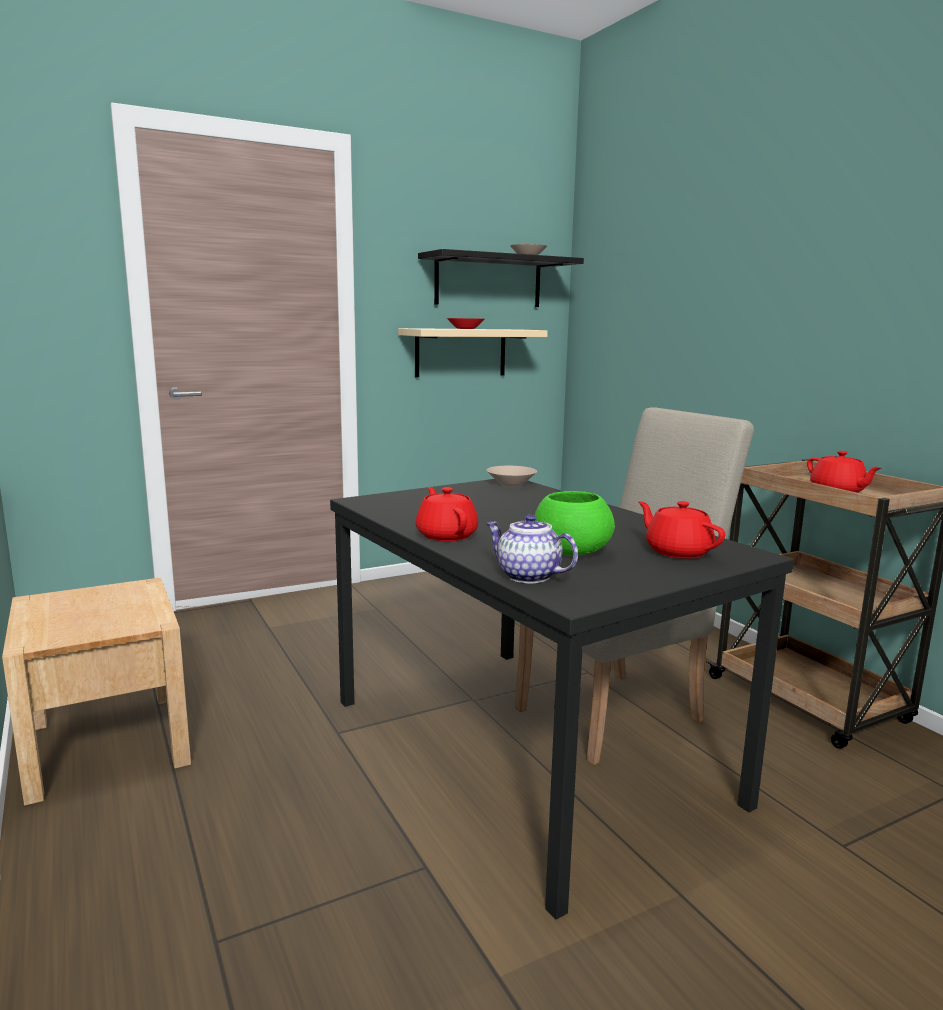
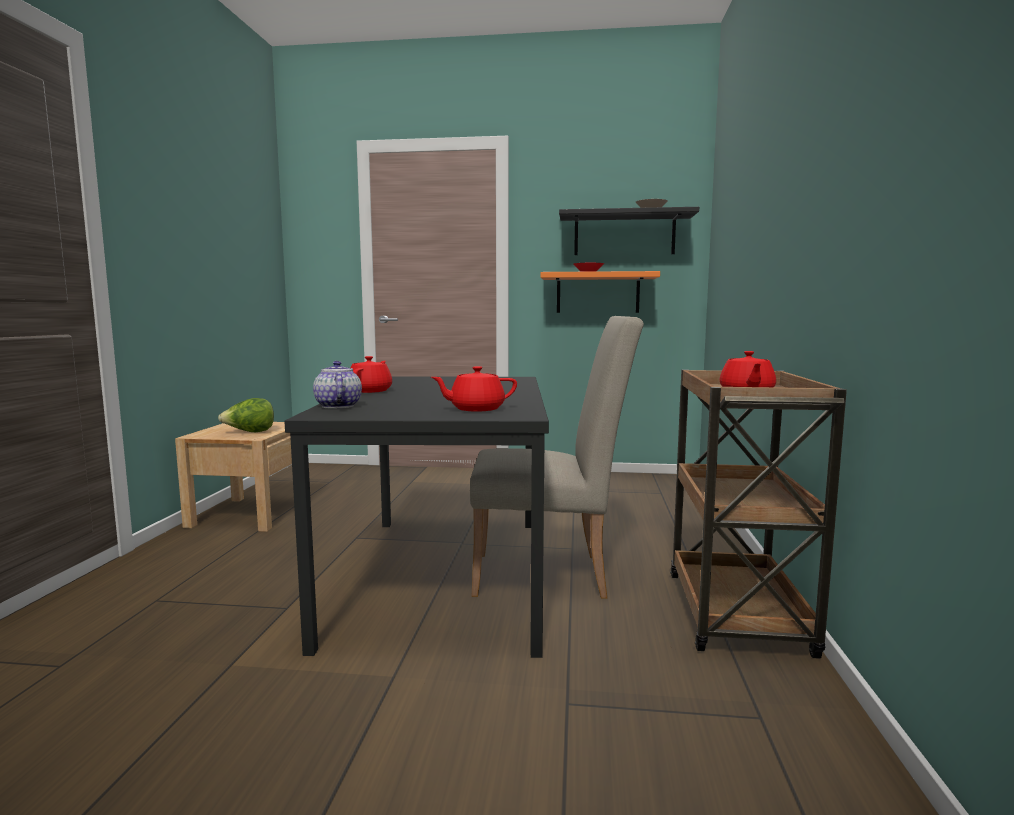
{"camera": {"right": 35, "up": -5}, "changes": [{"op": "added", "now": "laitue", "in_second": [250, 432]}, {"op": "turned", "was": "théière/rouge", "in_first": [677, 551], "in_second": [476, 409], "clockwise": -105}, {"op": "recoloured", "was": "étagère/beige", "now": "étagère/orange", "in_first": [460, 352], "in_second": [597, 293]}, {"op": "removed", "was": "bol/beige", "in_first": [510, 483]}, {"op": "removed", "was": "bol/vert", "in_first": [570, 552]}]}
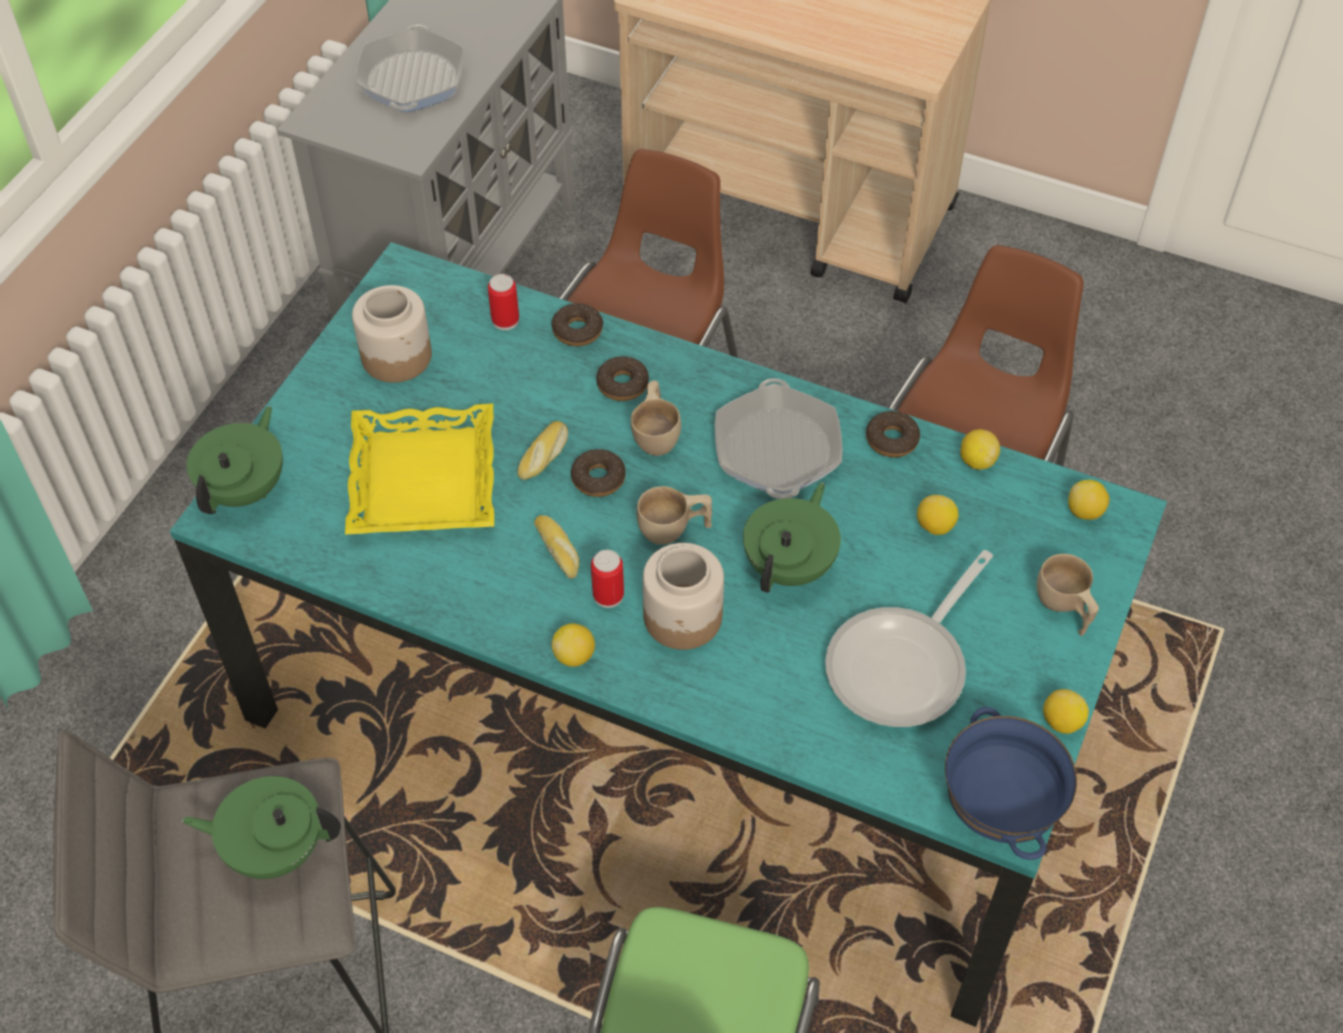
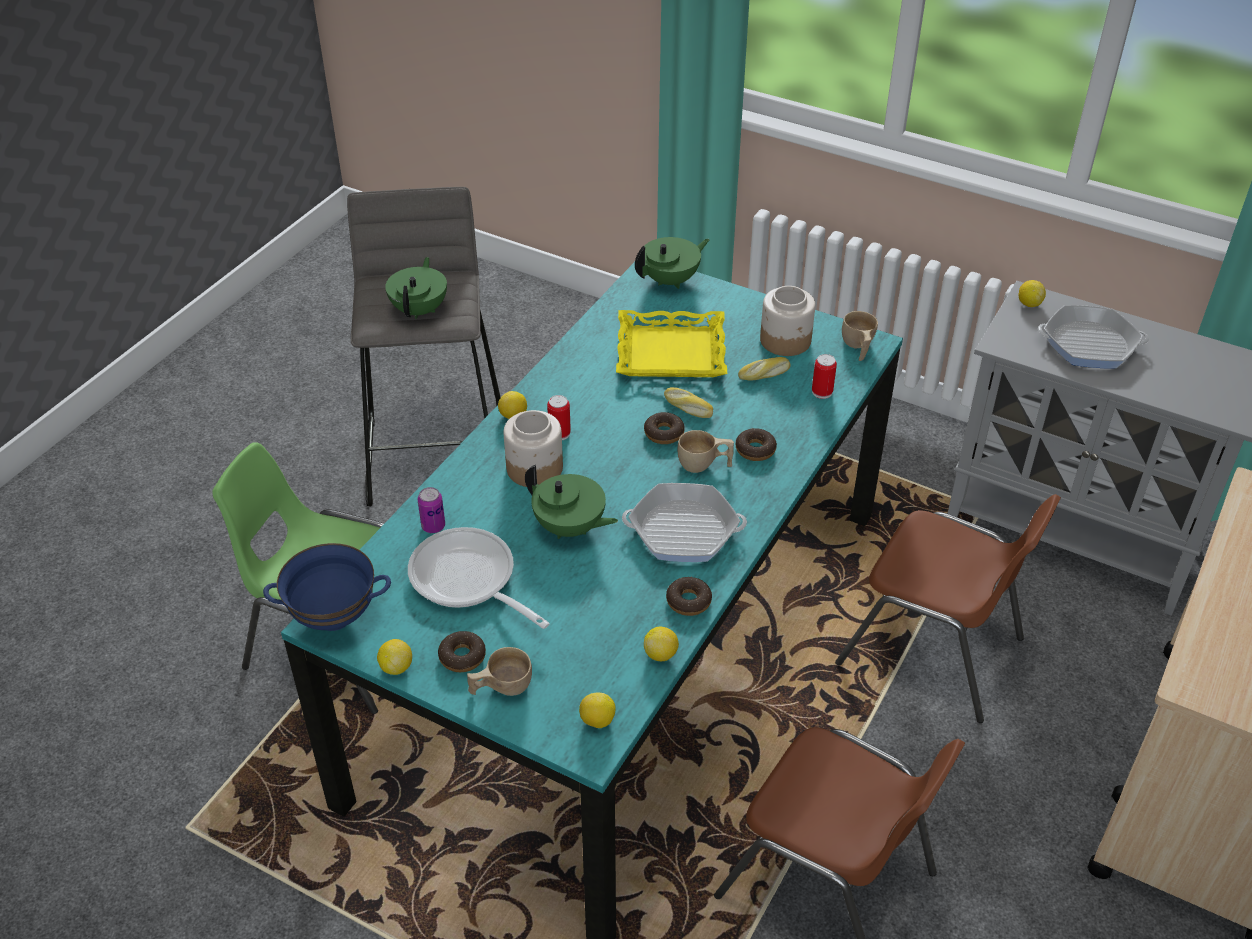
{"camera": {"right": 95, "up": -10}, "changes": [{"op": "added", "now": "boîte métallique", "in_second": [433, 526]}, {"op": "moved", "was": "beignet", "in_first": [577, 330], "in_second": [462, 656]}, {"op": "turned", "was": "théière/vert", "in_first": [246, 488], "in_second": [671, 280], "clockwise": -60}, {"op": "moved", "was": "pain", "in_first": [559, 550], "in_second": [764, 374]}, {"op": "moved", "was": "tasse/beige", "in_first": [674, 530], "in_second": [857, 347]}, {"op": "moved", "was": "citron", "in_first": [934, 526], "in_second": [1029, 303]}]}
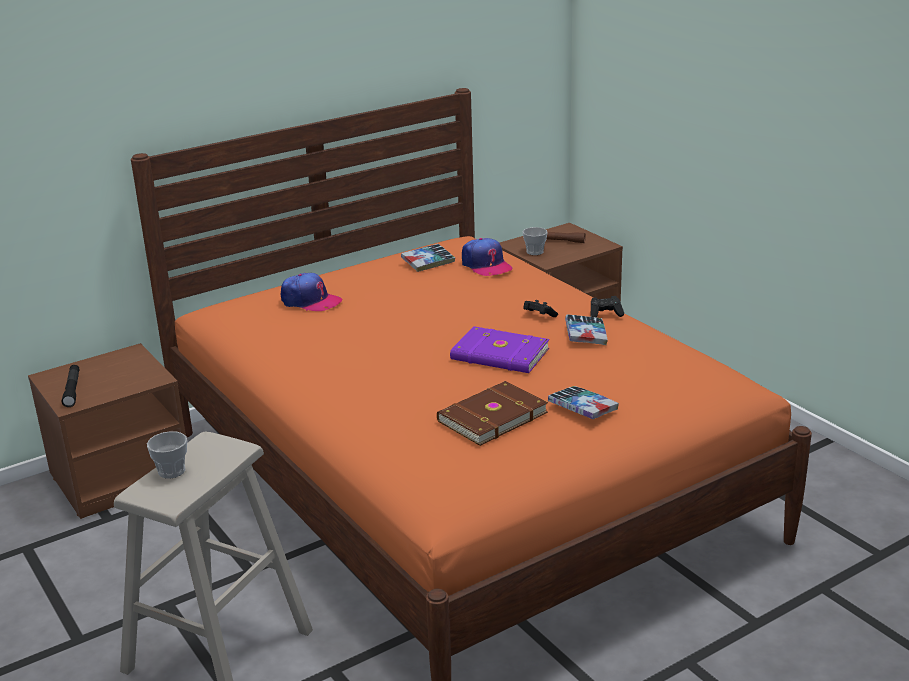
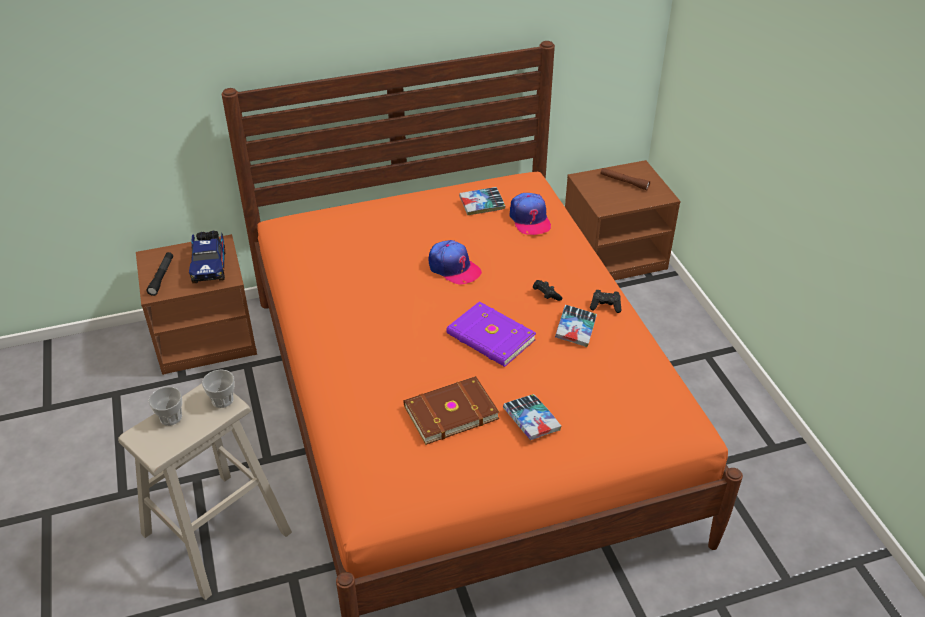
{"camera": {"right": 15, "up": 15}, "changes": [{"op": "added", "now": "camion jouet", "in_second": [209, 265]}, {"op": "moved", "was": "tasse", "in_first": [535, 252], "in_second": [222, 400]}, {"op": "moved", "was": "casquette", "in_first": [310, 301], "in_second": [453, 268]}]}
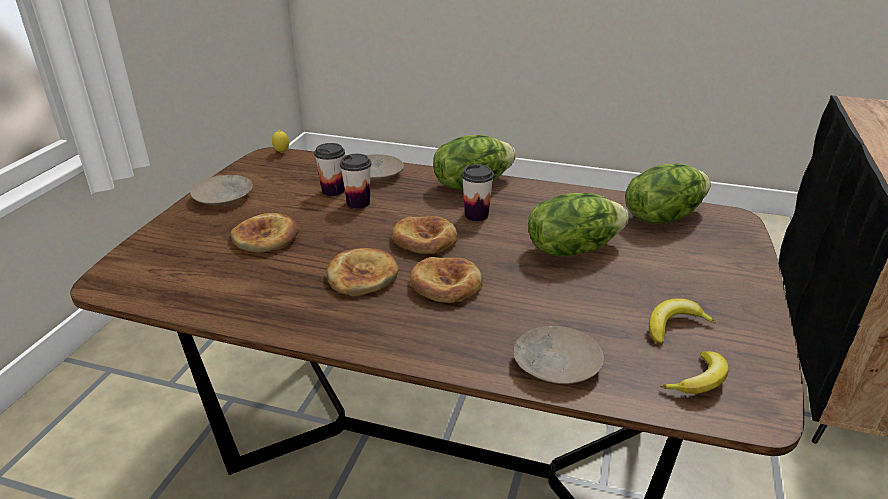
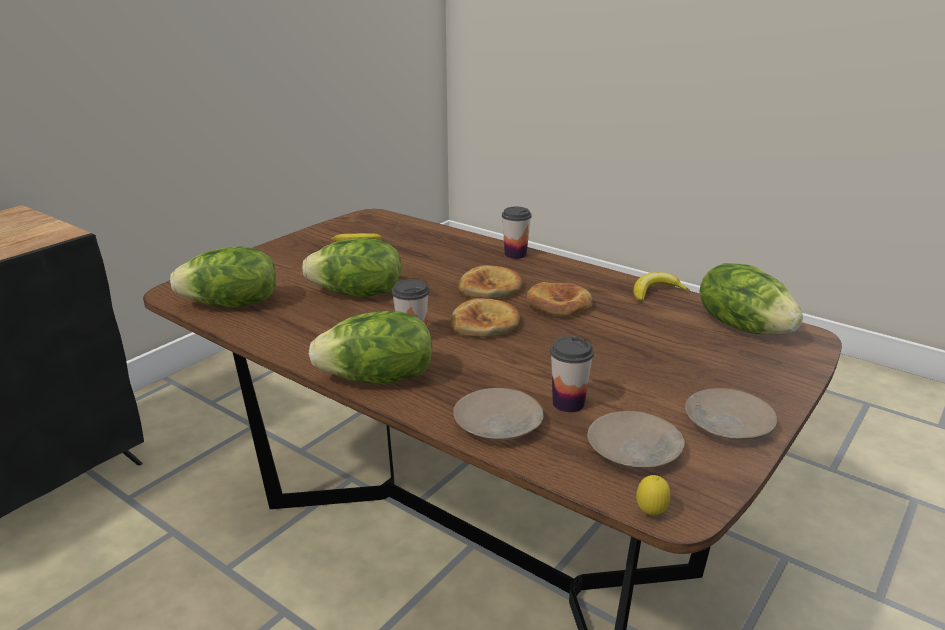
{"camera": {"right": -160, "up": -5}, "changes": [{"op": "moved", "was": "tasse", "in_first": [358, 203], "in_second": [515, 254]}, {"op": "moved", "was": "assiette/beige", "in_first": [555, 363], "in_second": [635, 450]}, {"op": "moved", "was": "banane", "in_first": [699, 381], "in_second": [655, 292]}, {"op": "added", "now": "laitue", "in_second": [743, 326]}, {"op": "removed", "was": "pain", "in_first": [266, 238]}]}
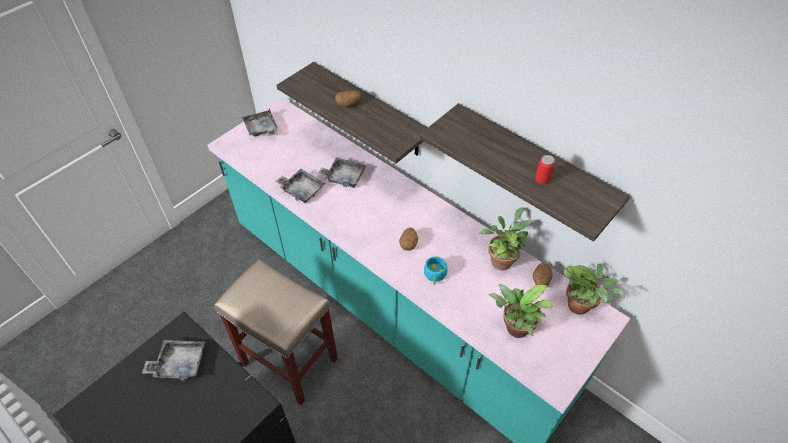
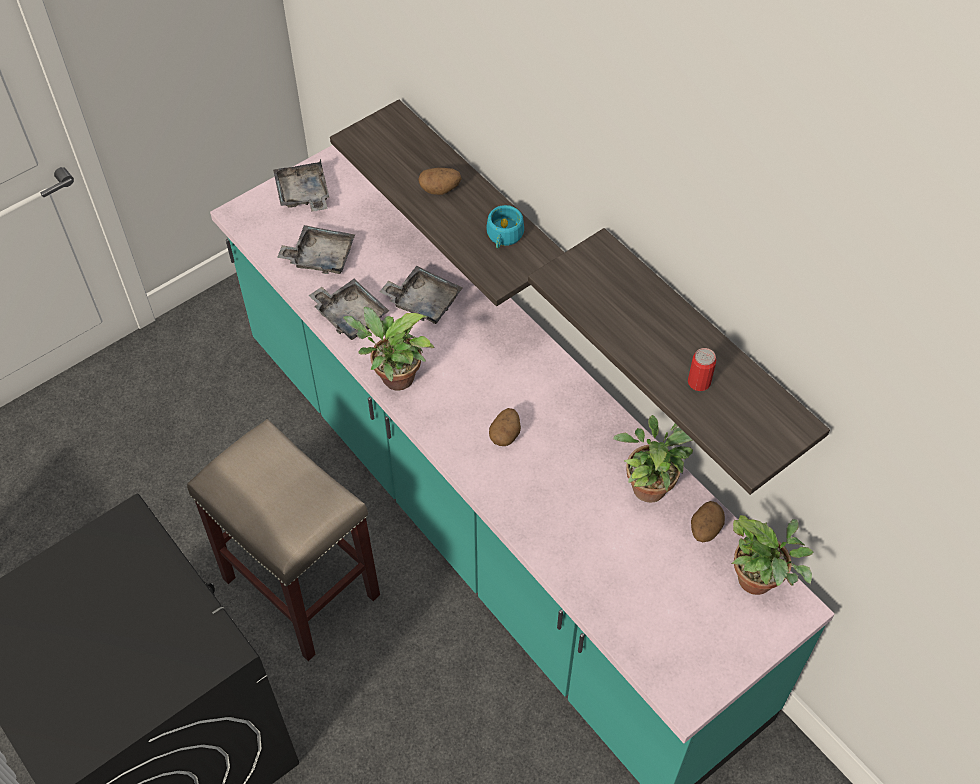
{"camera": {"right": 10, "up": 5}, "changes": [{"op": "moved", "was": "plateau/gris", "in_first": [179, 364], "in_second": [320, 257]}, {"op": "moved", "was": "plante en pot", "in_first": [514, 329], "in_second": [393, 378]}, {"op": "moved", "was": "tasse/turquoise", "in_first": [435, 275], "in_second": [503, 237]}]}
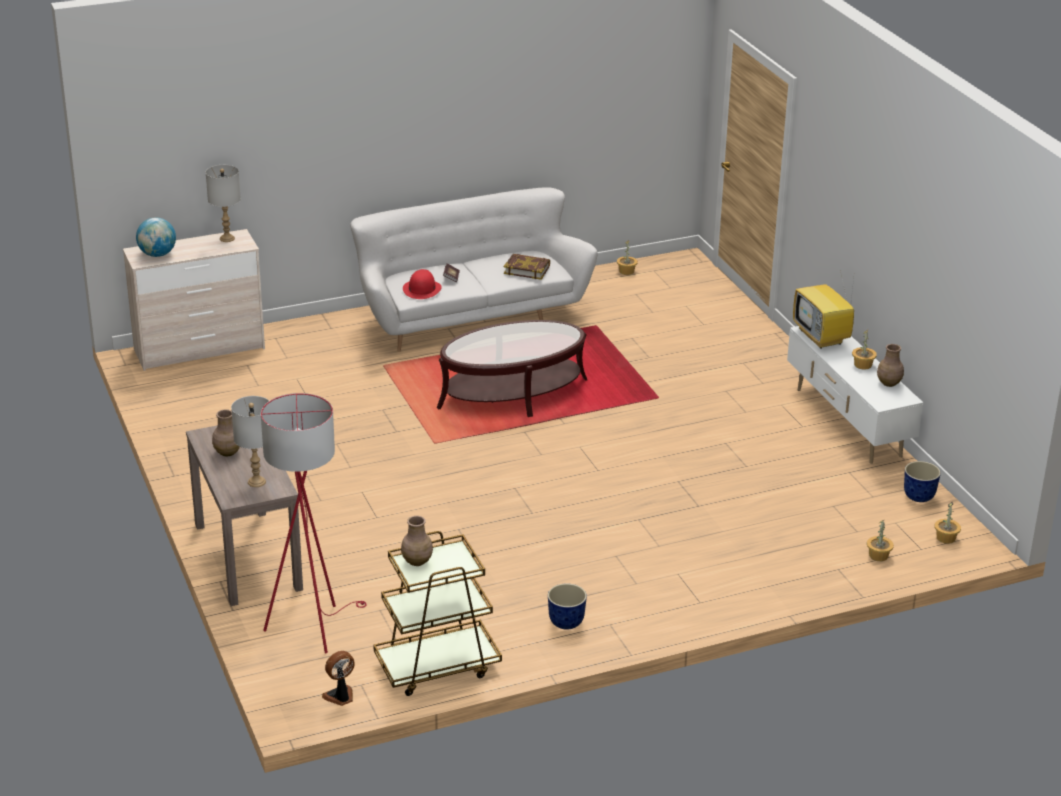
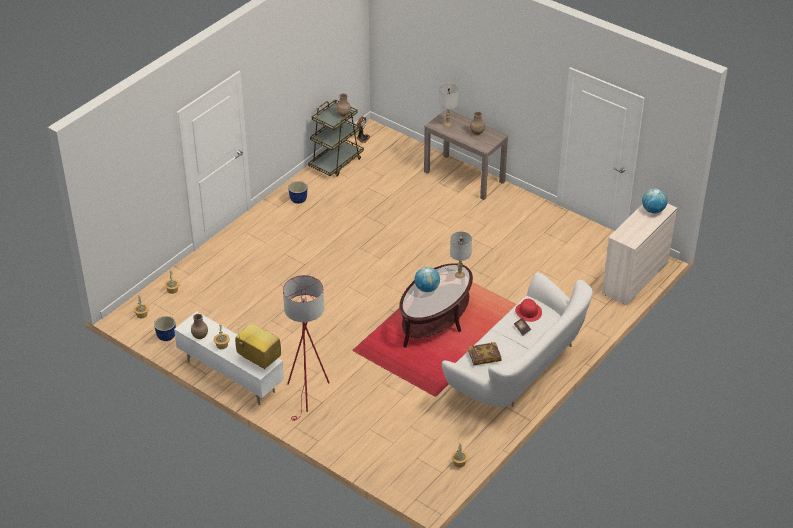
{"camera": {"right": 150, "up": 10}, "changes": [{"op": "moved", "was": "lampadaire/rouge", "in_first": [311, 626], "in_second": [308, 395]}, {"op": "added", "now": "globe", "in_second": [427, 288]}, {"op": "moved", "was": "lampe de table/gris", "in_first": [227, 239], "in_second": [459, 275]}]}
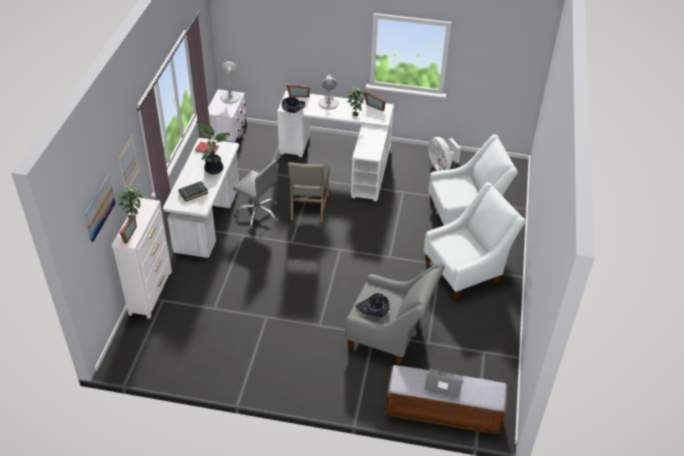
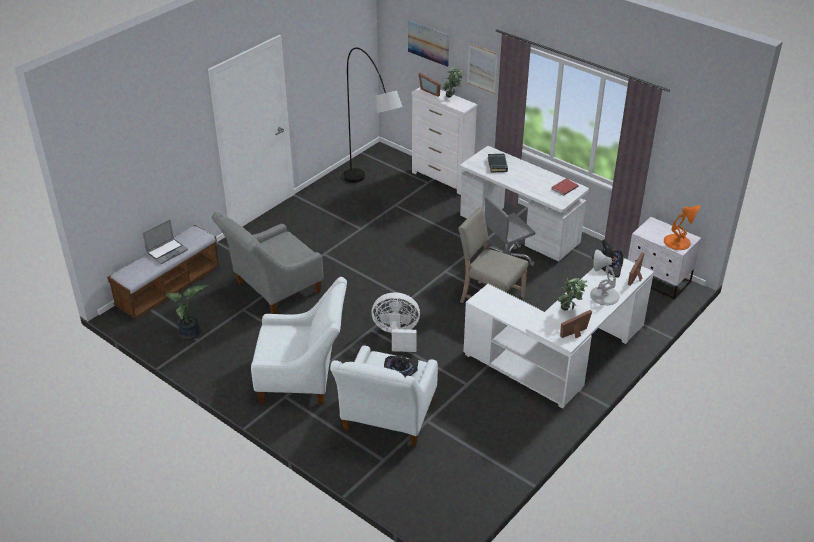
{"camera": {"right": 120, "up": -5}, "changes": [{"op": "moved", "was": "plante en pot", "in_first": [214, 168], "in_second": [191, 334]}, {"op": "turned", "was": "fauteuil/blanc", "in_first": [466, 270], "in_second": [303, 378], "clockwise": -90}, {"op": "added", "now": "lampadaire/gris", "in_second": [373, 197]}, {"op": "moved", "was": "ventilateur/blanc", "in_first": [441, 166], "in_second": [397, 335]}, {"op": "moved", "was": "chapeau/noir", "in_first": [373, 309], "in_second": [402, 372]}, {"op": "recoloured", "was": "lampe de table/blanc", "now": "lampe de table/orange", "in_first": [230, 97], "in_second": [677, 242]}]}
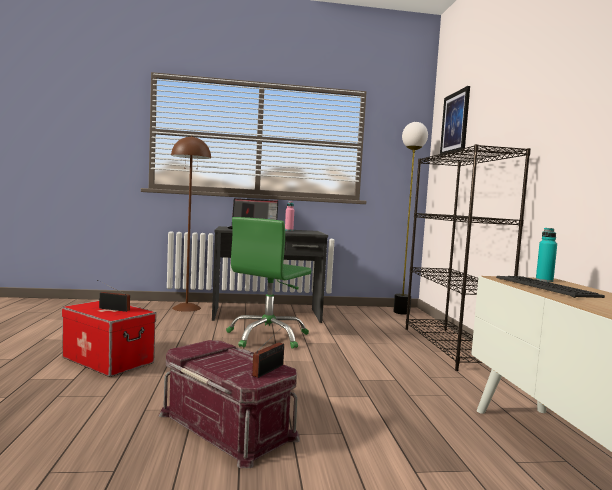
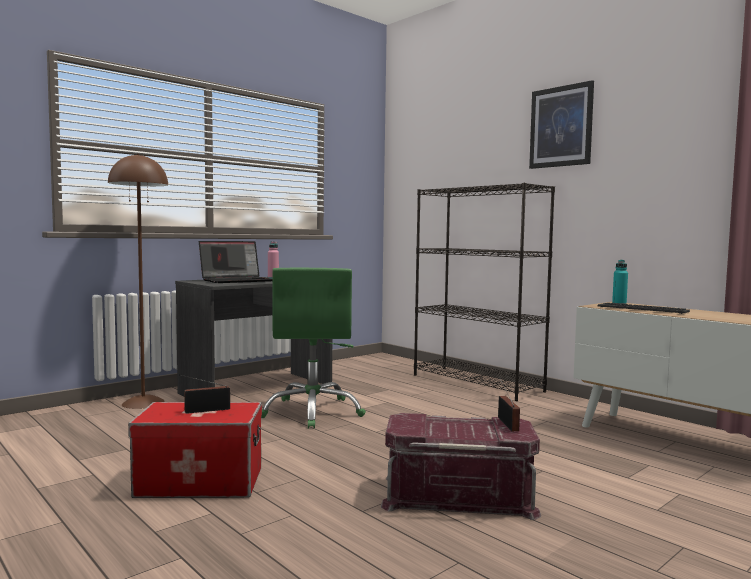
{"camera": {"right": -35, "up": 0}, "changes": [{"op": "moved", "was": "tableau", "in_first": [455, 123], "in_second": [561, 126]}, {"op": "removed", "was": "lampadaire", "in_first": [402, 312]}]}
